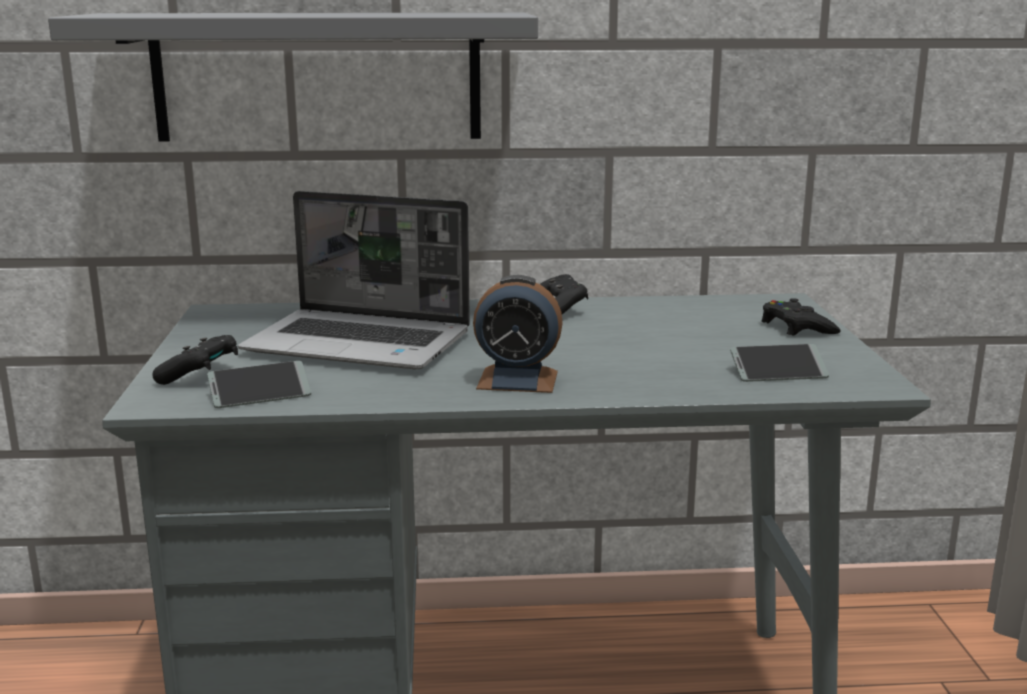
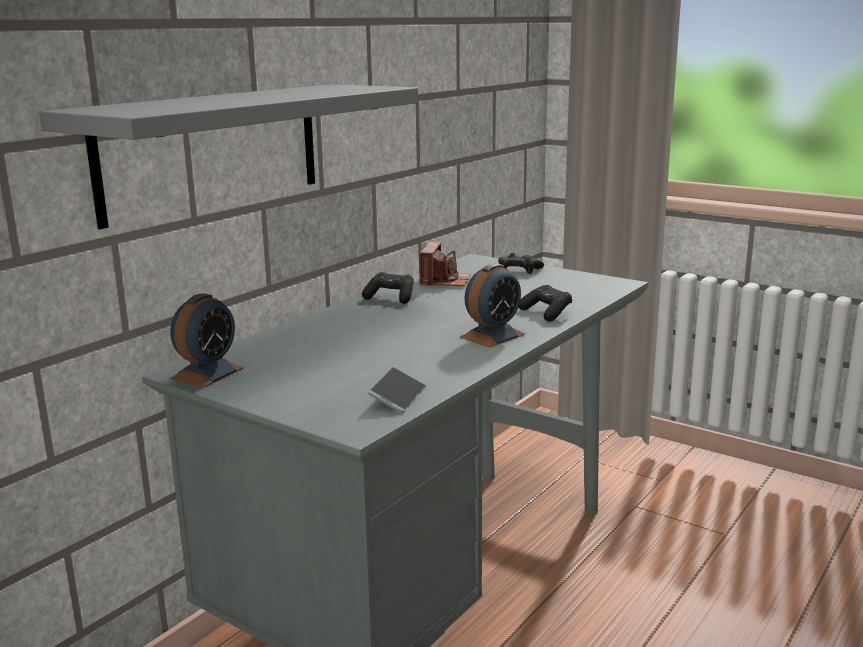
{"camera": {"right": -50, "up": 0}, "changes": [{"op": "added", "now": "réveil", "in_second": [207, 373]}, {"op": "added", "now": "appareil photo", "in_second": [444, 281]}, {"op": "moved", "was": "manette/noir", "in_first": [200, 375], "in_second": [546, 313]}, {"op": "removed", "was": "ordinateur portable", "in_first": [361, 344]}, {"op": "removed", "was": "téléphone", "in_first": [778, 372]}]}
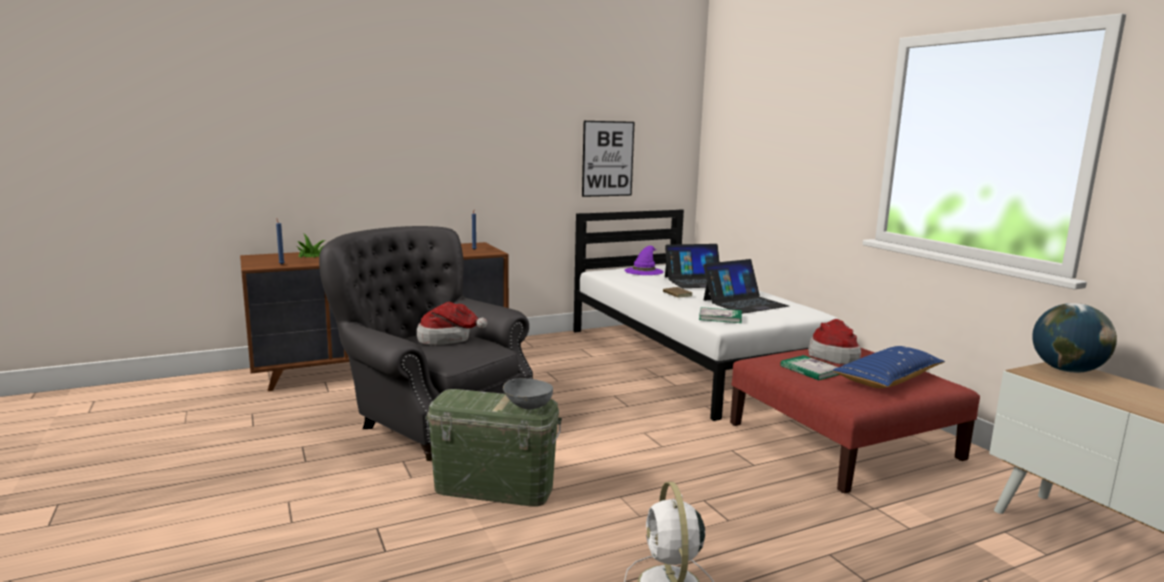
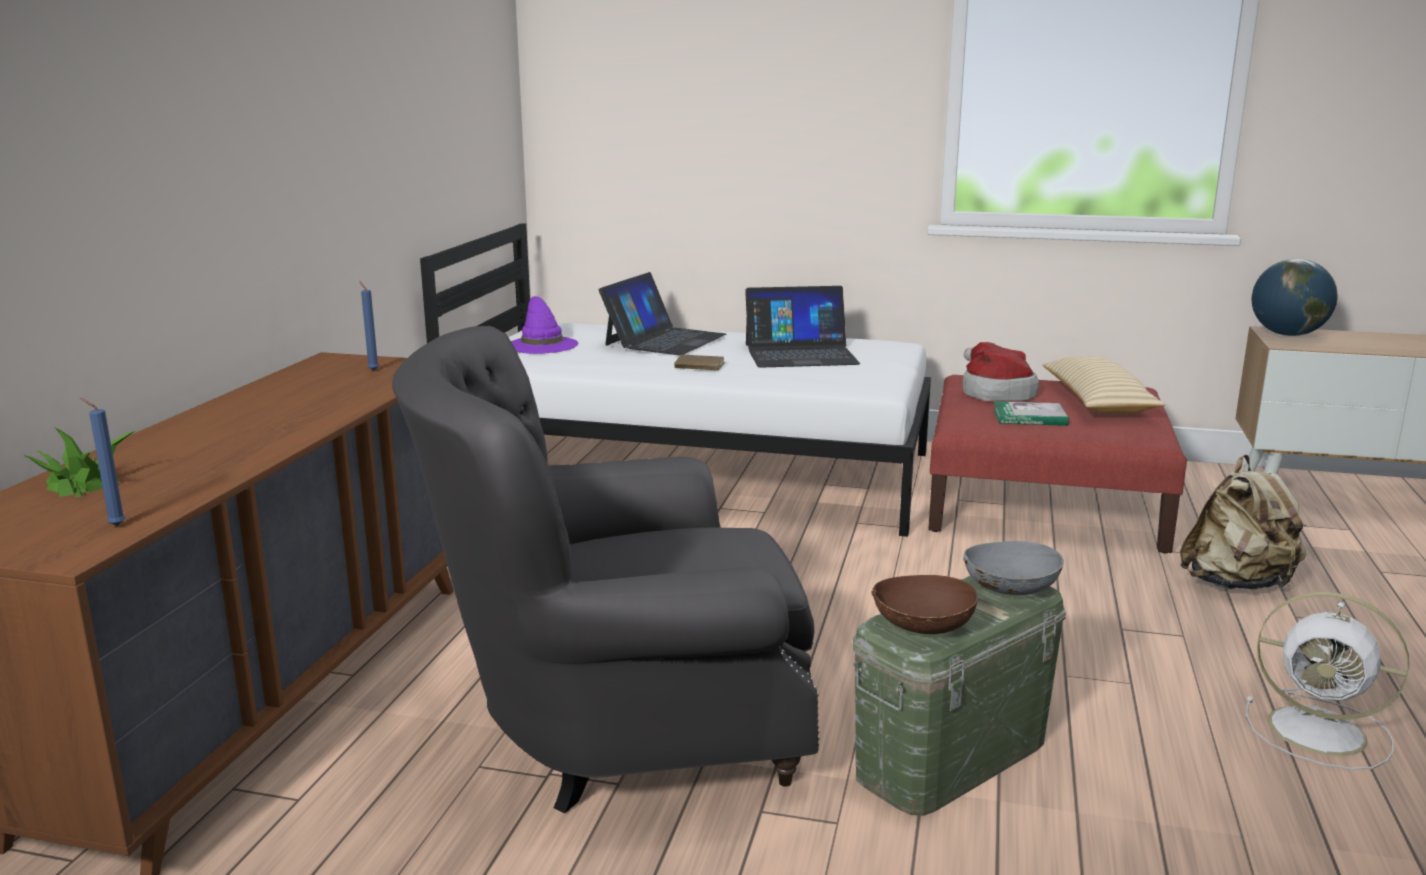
{"camera": {"right": -50, "up": 5}, "changes": [{"op": "turned", "was": "ordinateur portable", "in_first": [744, 303], "in_second": [800, 354], "clockwise": 75}, {"op": "added", "now": "bol/marron", "in_second": [922, 629]}, {"op": "recoloured", "was": "coussin/bleu", "now": "coussin/beige", "in_first": [888, 379], "in_second": [1097, 401]}, {"op": "added", "now": "sac à dos/beige", "in_second": [1237, 584]}, {"op": "removed", "was": "chapeau", "in_first": [448, 339]}, {"op": "removed", "was": "tableau", "in_first": [607, 159]}, {"op": "removed", "was": "livre", "in_first": [720, 317]}]}
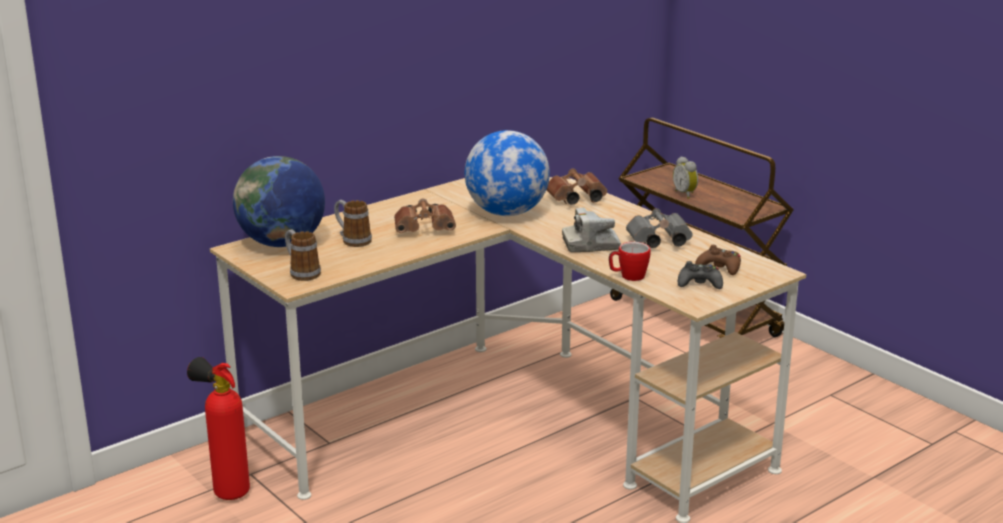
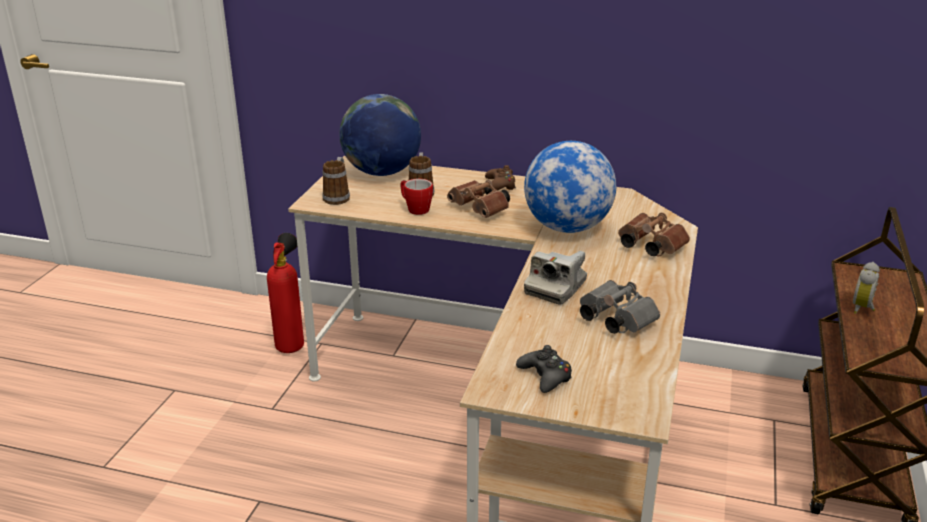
{"camera": {"right": 55, "up": 5}, "changes": [{"op": "moved", "was": "mug", "in_first": [628, 277], "in_second": [415, 209]}, {"op": "moved", "was": "manette/marron", "in_first": [719, 267], "in_second": [500, 185]}, {"op": "turned", "was": "appareil photo", "in_first": [591, 245], "in_second": [555, 288], "clockwise": -105}]}
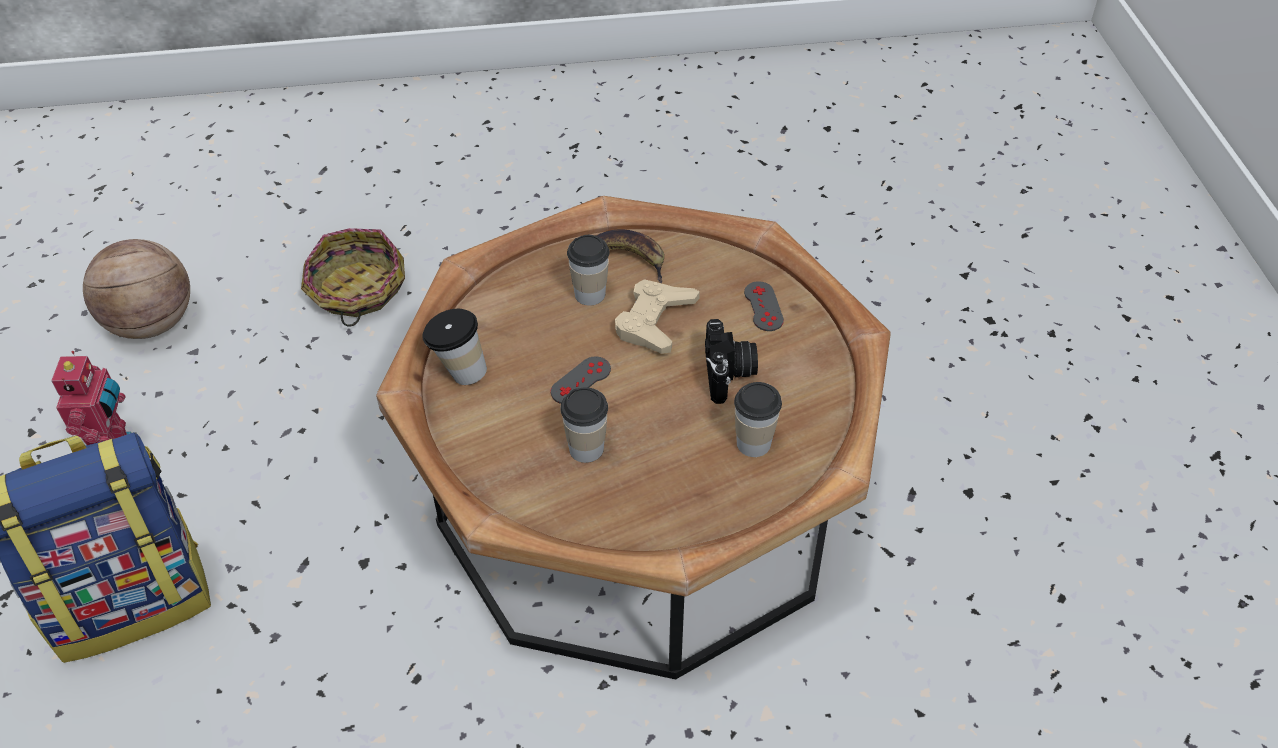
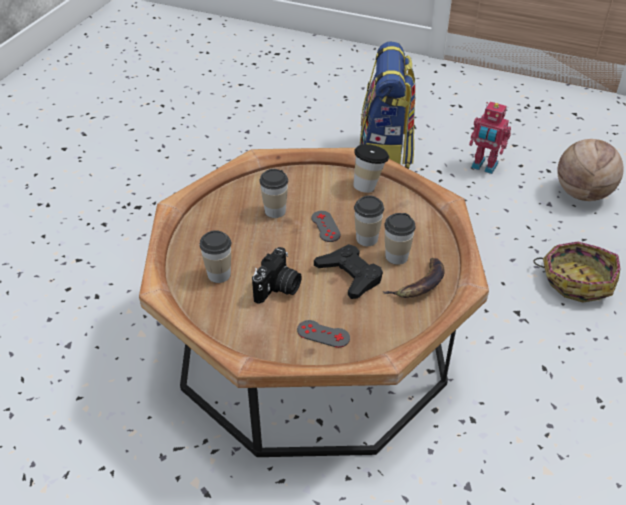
{"camera": {"right": 120, "up": -5}, "changes": [{"op": "turned", "was": "appareil photo", "in_first": [729, 374], "in_second": [278, 288], "clockwise": -90}, {"op": "recoloured", "was": "manette/beige", "now": "manette/noir", "in_first": [655, 321], "in_second": [350, 275]}, {"op": "added", "now": "tasse", "in_second": [367, 238]}]}
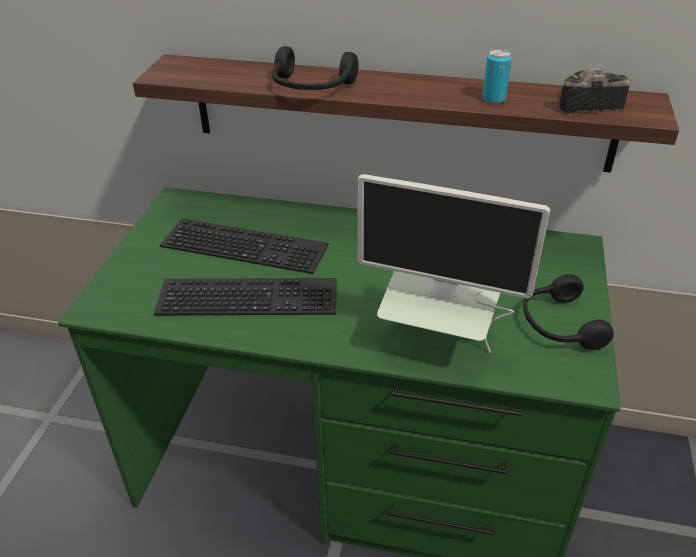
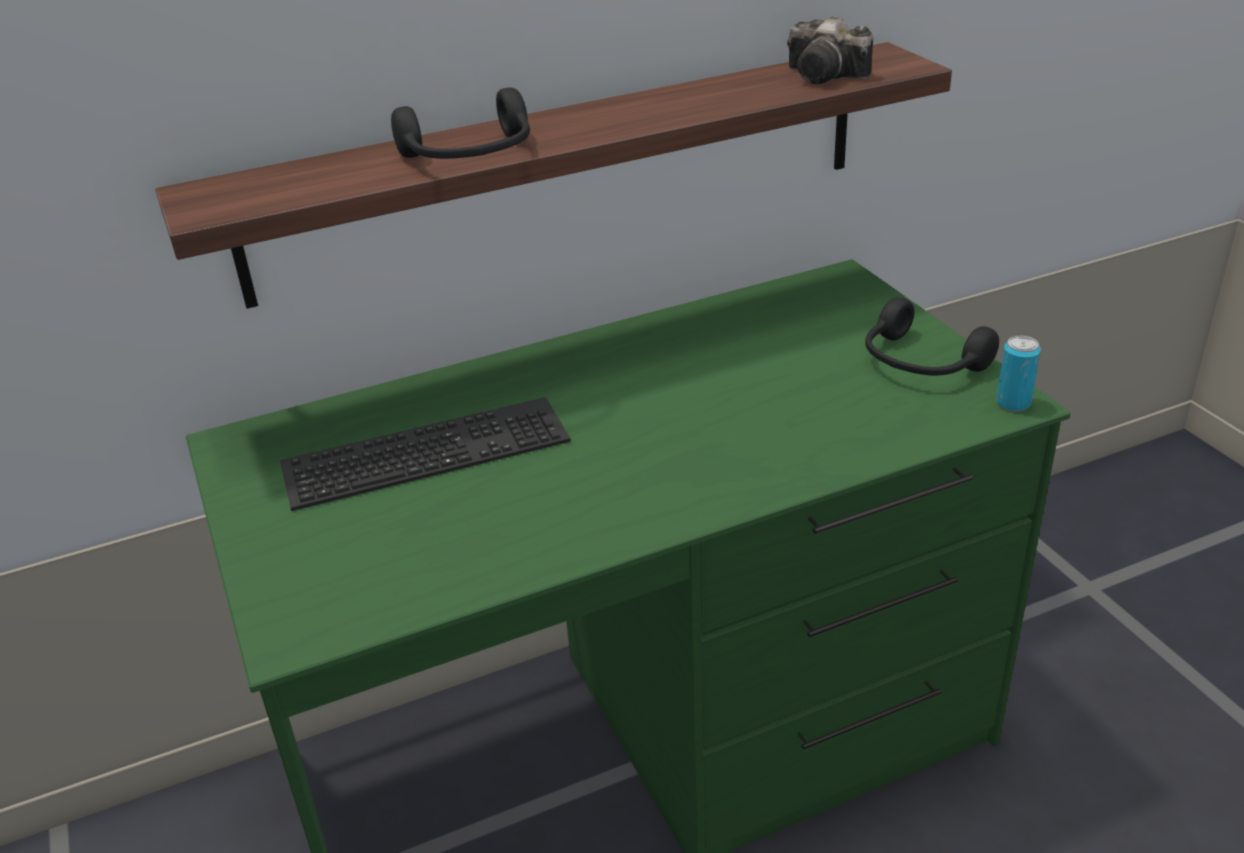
{"camera": {"right": -35, "up": -5}, "changes": [{"op": "turned", "was": "appareil photo", "in_first": [584, 105], "in_second": [828, 76], "clockwise": -105}, {"op": "moved", "was": "boîte métallique", "in_first": [493, 99], "in_second": [1013, 403]}, {"op": "removed", "was": "clavier", "in_first": [250, 294]}, {"op": "removed", "was": "écran d'ordinateur", "in_first": [438, 340]}]}
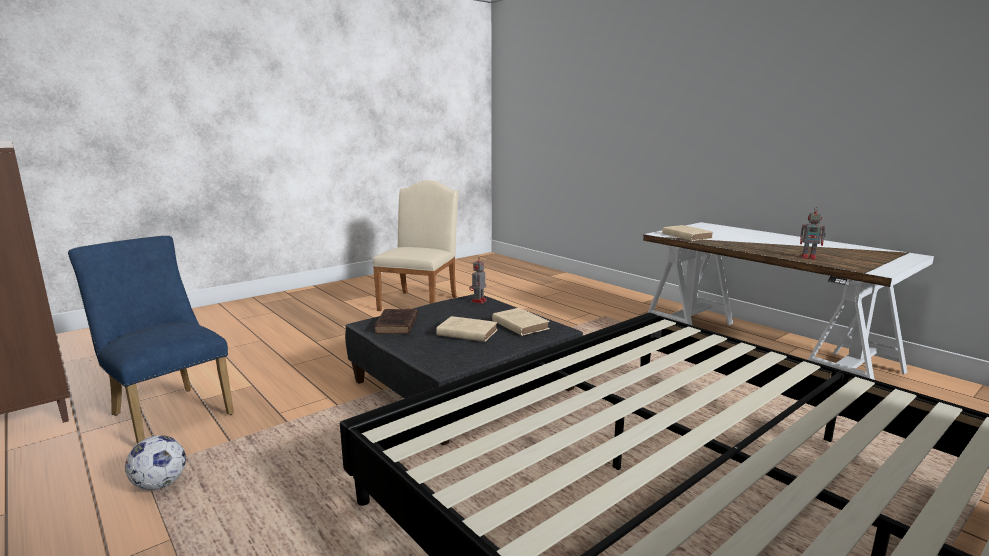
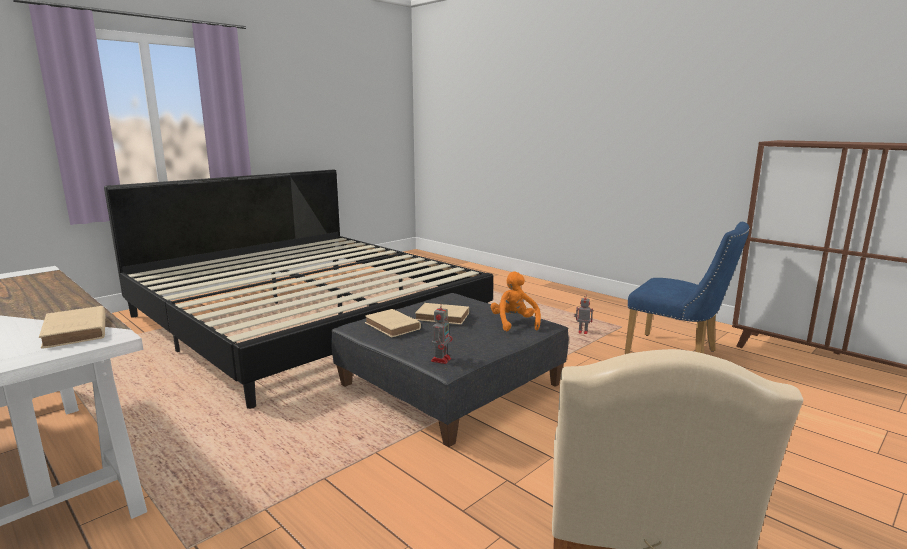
{"camera": {"right": 175, "up": 0}, "changes": [{"op": "replaced", "was": "livre/marron", "now": "peluche/orange", "in_first": [396, 325], "in_second": [514, 323]}, {"op": "moved", "was": "robot jouet", "in_first": [809, 257], "in_second": [582, 332]}, {"op": "removed", "was": "ballon de foot", "in_first": [160, 484]}]}
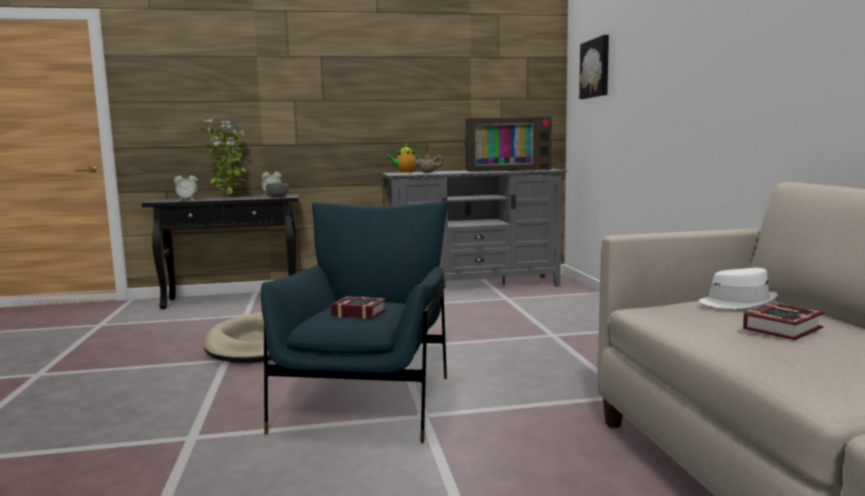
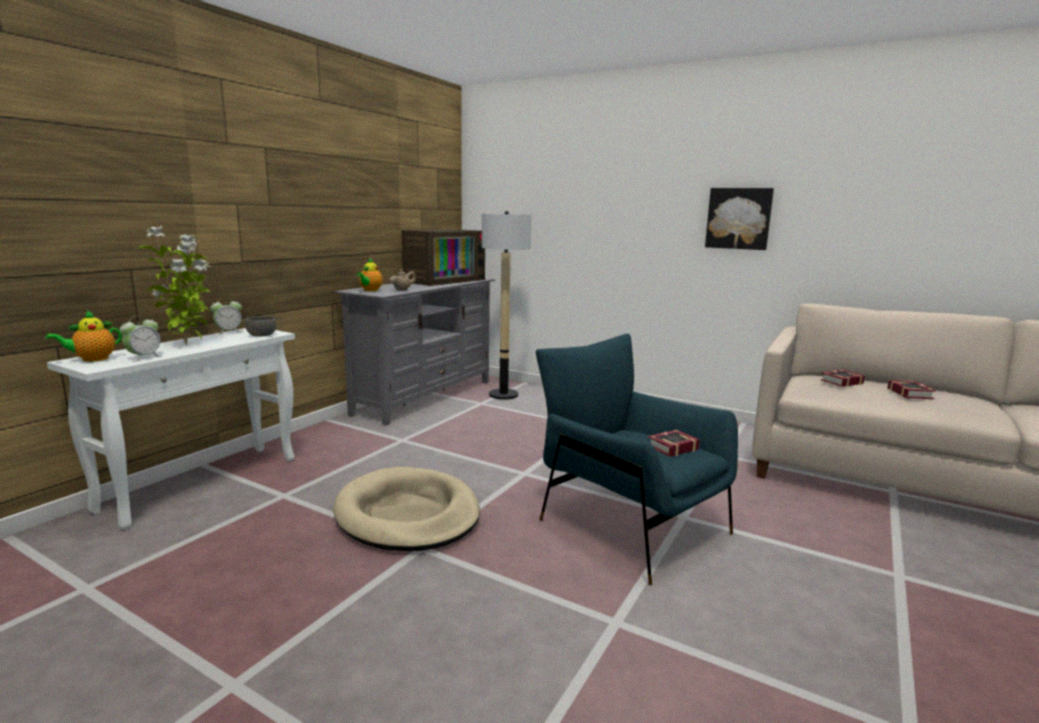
{"camera": {"right": -50, "up": 5}, "changes": [{"op": "added", "now": "théière", "in_second": [92, 359]}, {"op": "recoloured", "was": "table console/noir", "now": "table console/blanc", "in_first": [233, 300], "in_second": [203, 483]}, {"op": "added", "now": "lampadaire", "in_second": [503, 394]}, {"op": "moved", "was": "tableau", "in_first": [596, 68], "in_second": [738, 218]}, {"op": "replaced", "was": "chapeau/blanc", "now": "livre", "in_first": [737, 303], "in_second": [839, 382]}]}
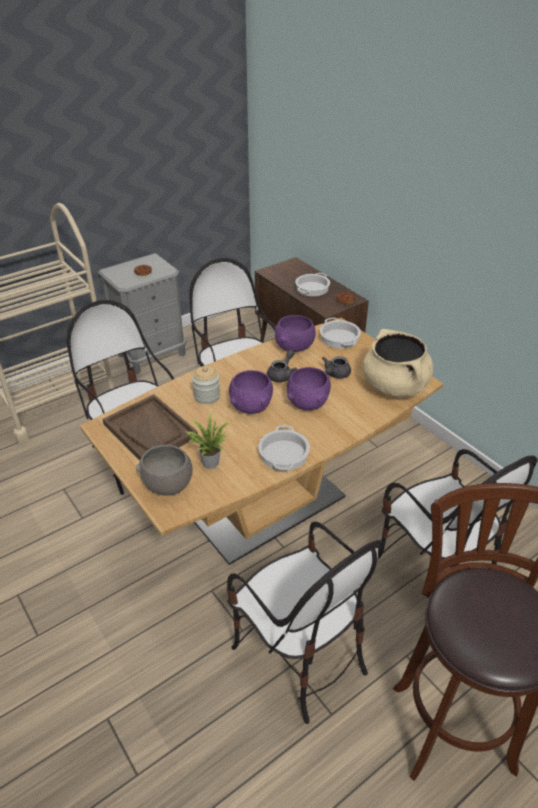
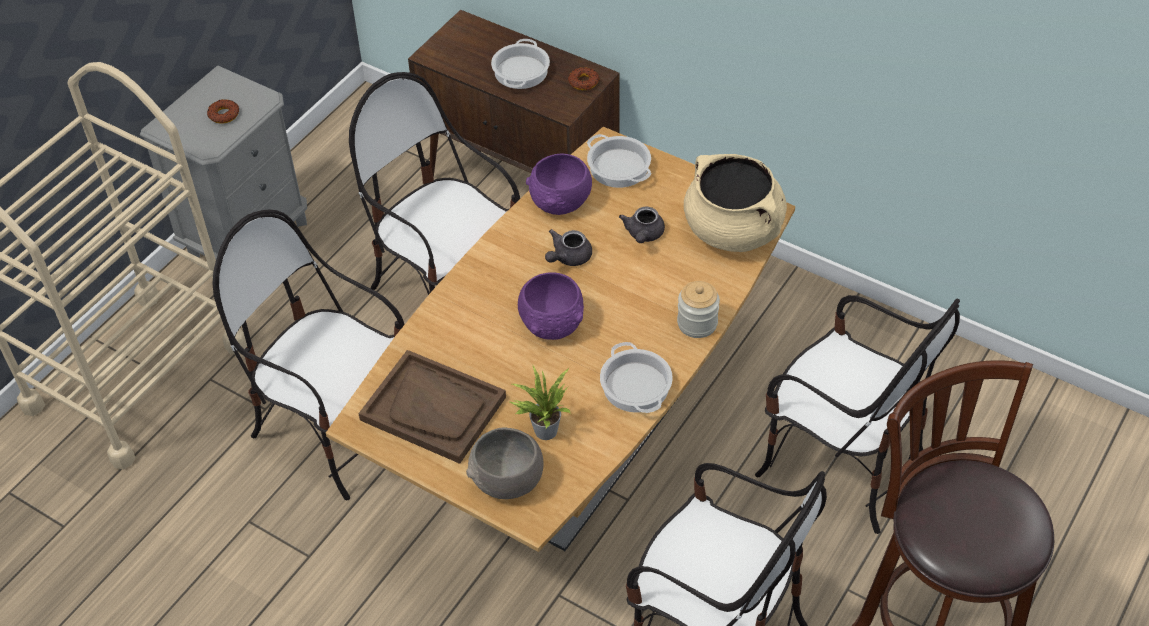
{"camera": {"right": -20, "up": 10}, "changes": [{"op": "turned", "was": "théière/gris", "in_first": [282, 374], "in_second": [568, 257], "clockwise": -150}, {"op": "moved", "was": "bocal", "in_first": [207, 396], "in_second": [697, 323]}, {"op": "removed", "was": "bol/violet", "in_first": [308, 402]}]}
